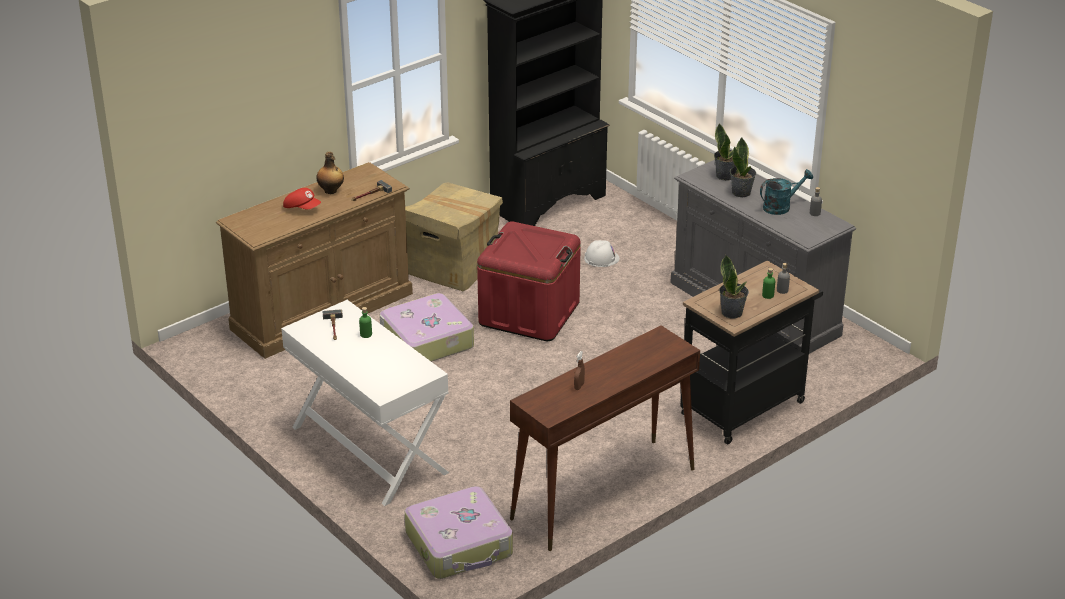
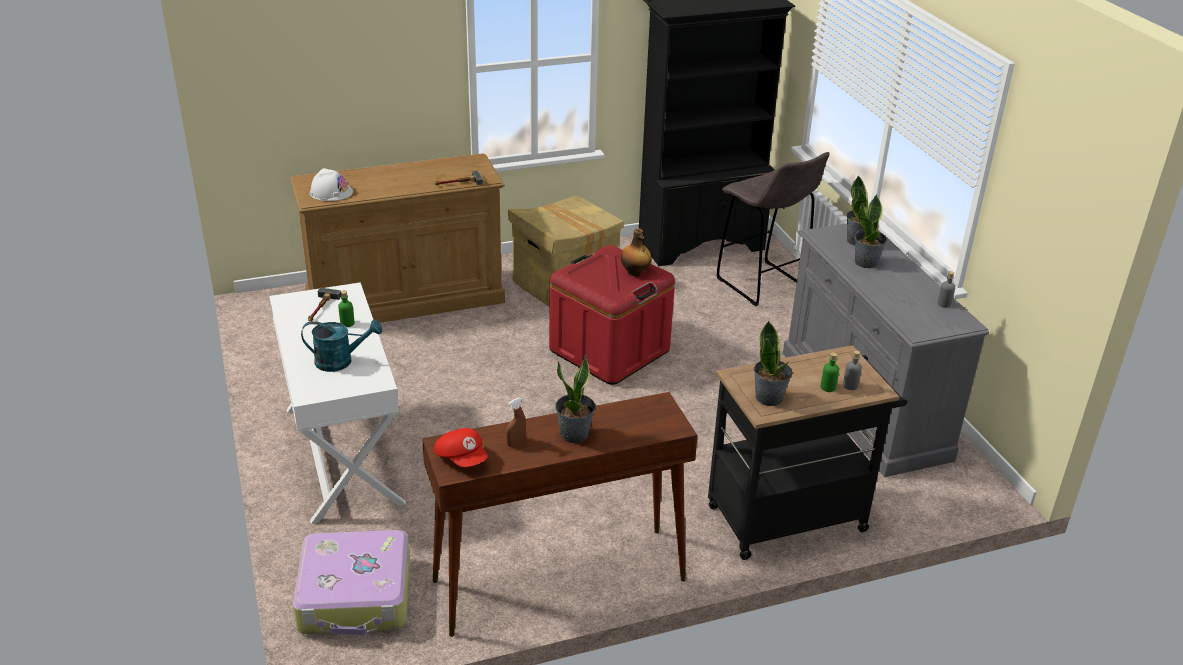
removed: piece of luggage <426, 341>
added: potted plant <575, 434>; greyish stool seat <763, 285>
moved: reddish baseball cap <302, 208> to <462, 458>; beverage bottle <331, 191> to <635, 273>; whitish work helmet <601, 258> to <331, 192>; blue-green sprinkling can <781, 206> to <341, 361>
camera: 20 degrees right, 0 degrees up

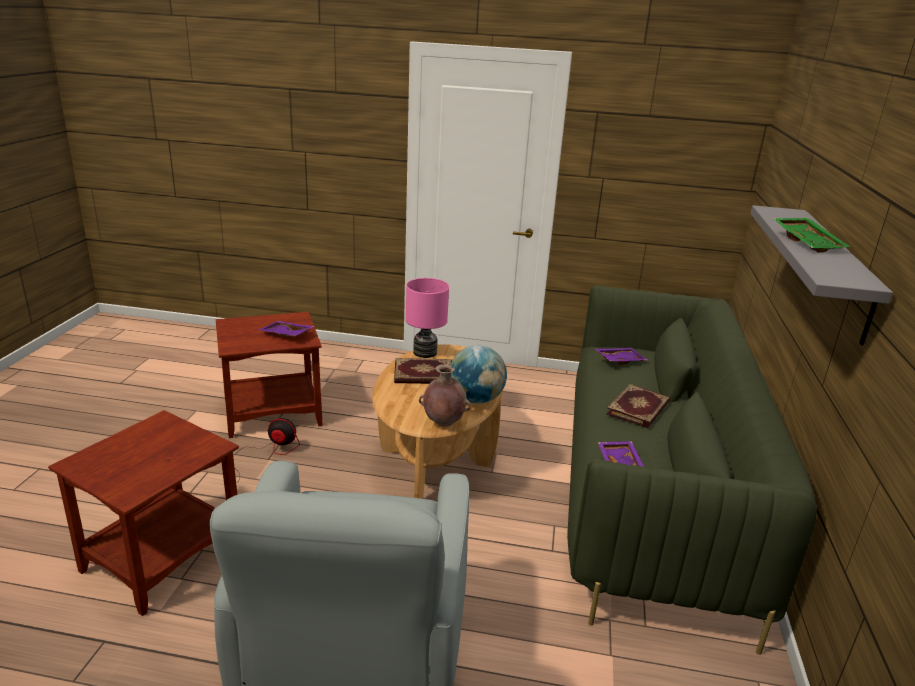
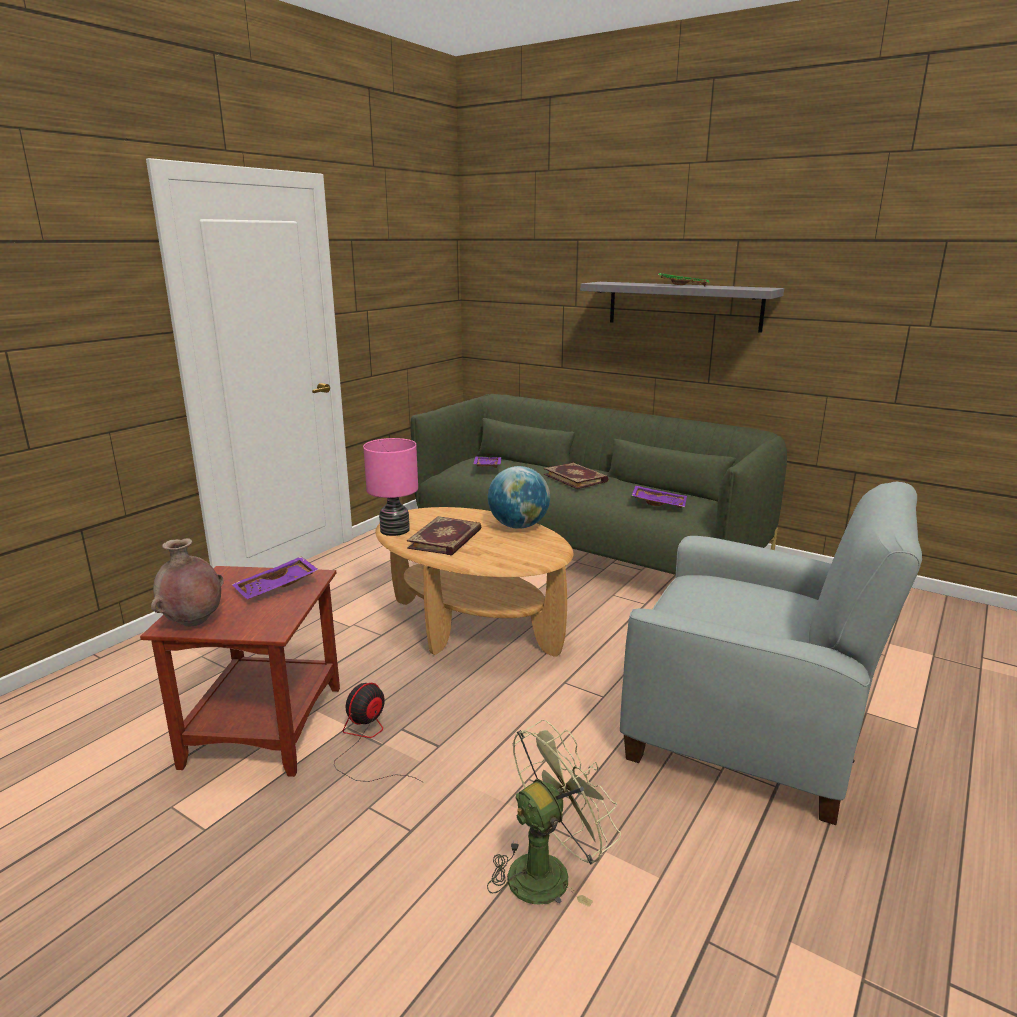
moved: brown-coloured vase <443, 422> to <193, 622>
replaced: brown-coloured end table <162, 556> to green-coloured electric fan <548, 870>
camera: 65 degrees left, 5 degrees down

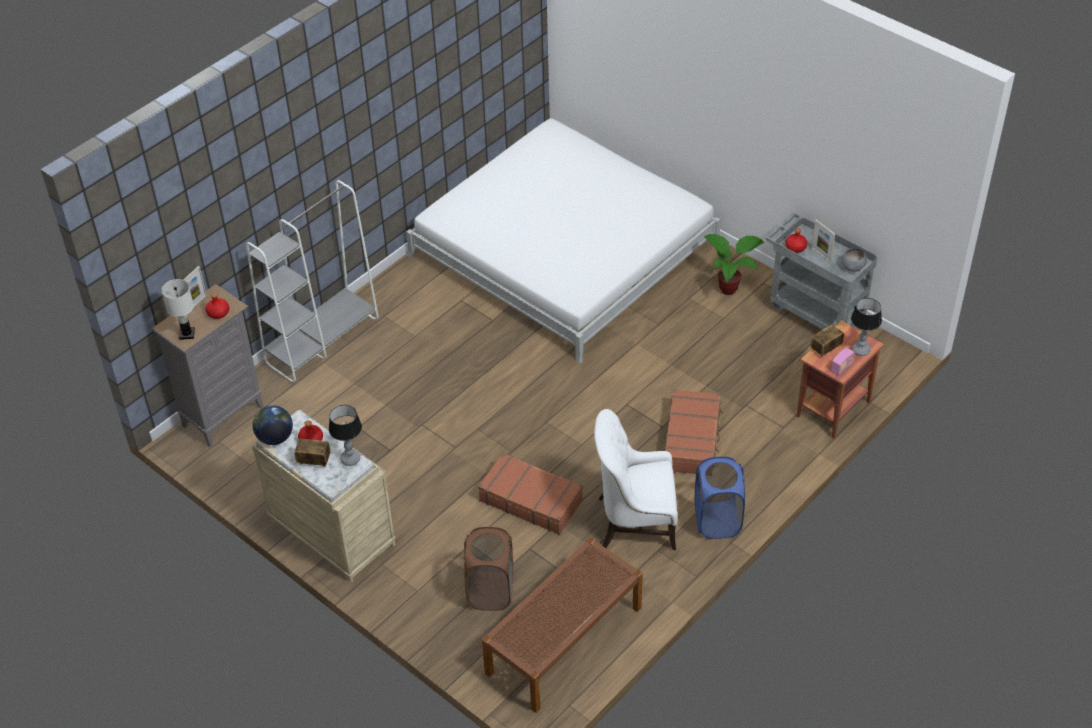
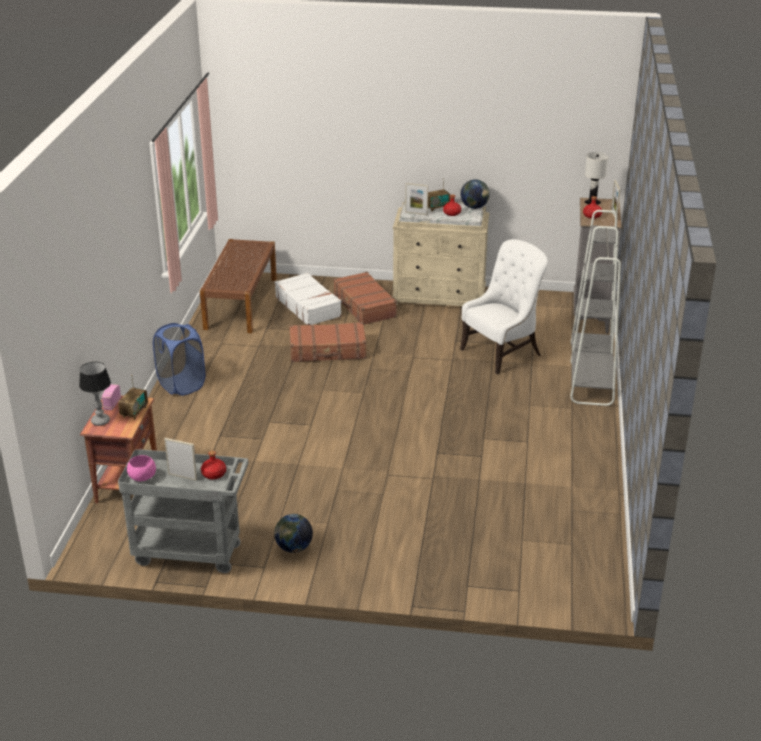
removed: whitish bed <564, 250>
moved: whitish chair <634, 522> to <502, 352>; brown-coloured piece of luggage <692, 439> to <364, 306>
replaced: table lamp <350, 459> to standing frame <416, 213>; brown-coloured hamper <491, 591> to whitish piece of luggage <308, 306>; potted plant <730, 288> to globe <294, 548>
recoloured: greyish serving bowl <852, 267> to pinkish serving bowl <143, 477>
camera: 145 degrees right, 15 degrees down

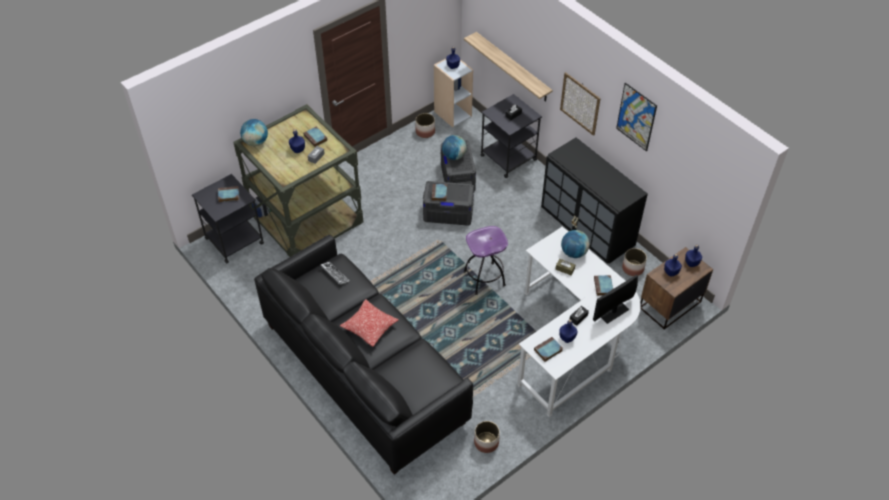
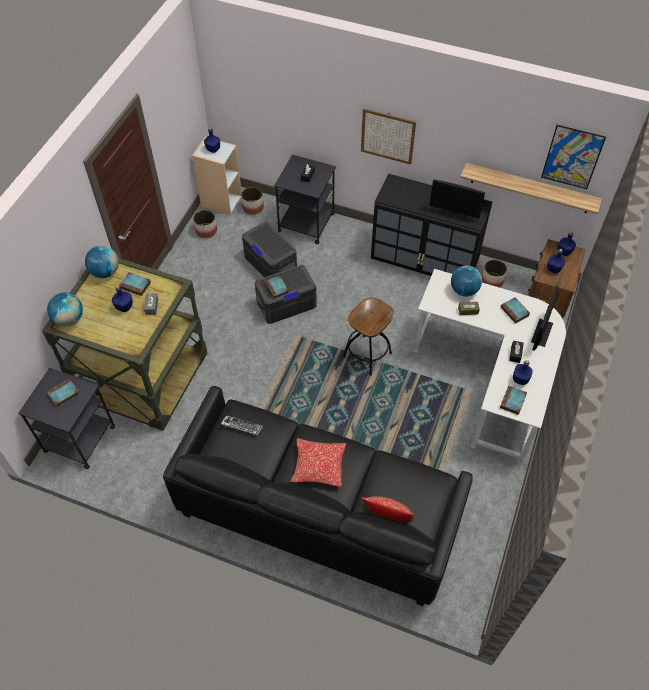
added: pillow <387, 517>; monitor <454, 213>
moved: globe <454, 156> to <105, 272>; wall shelf <513, 67> to <530, 188>; flower pot <486, 442> to <253, 207>; picture <636, 117> to <572, 157>
recoloured: purple stool seat <484, 278> to brown-coloured stool seat <367, 354>
camera: 30 degrees left, 5 degrees up

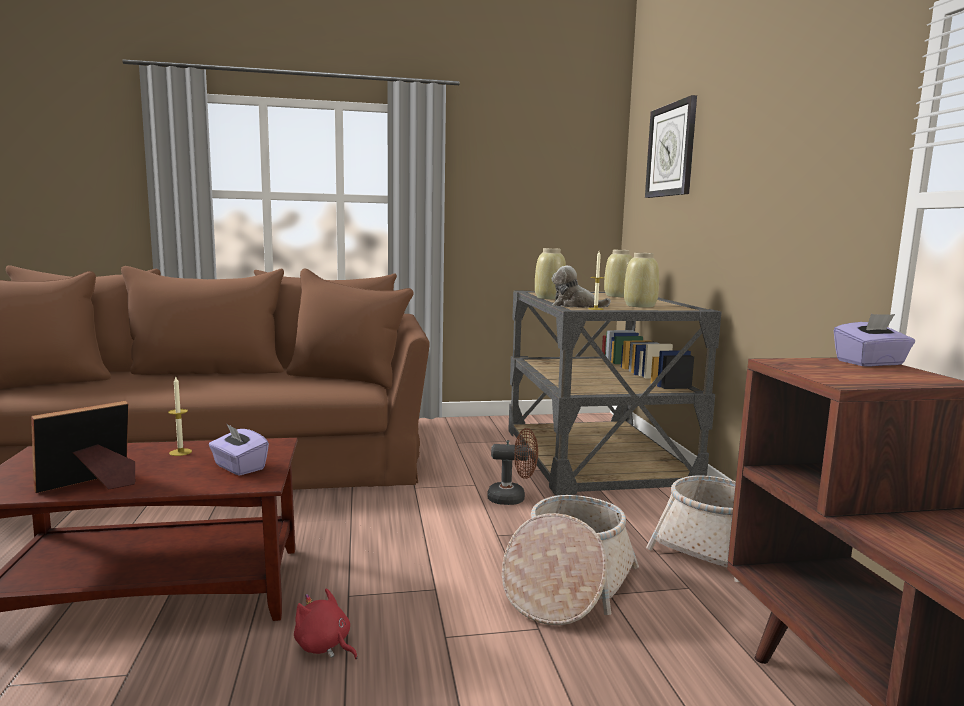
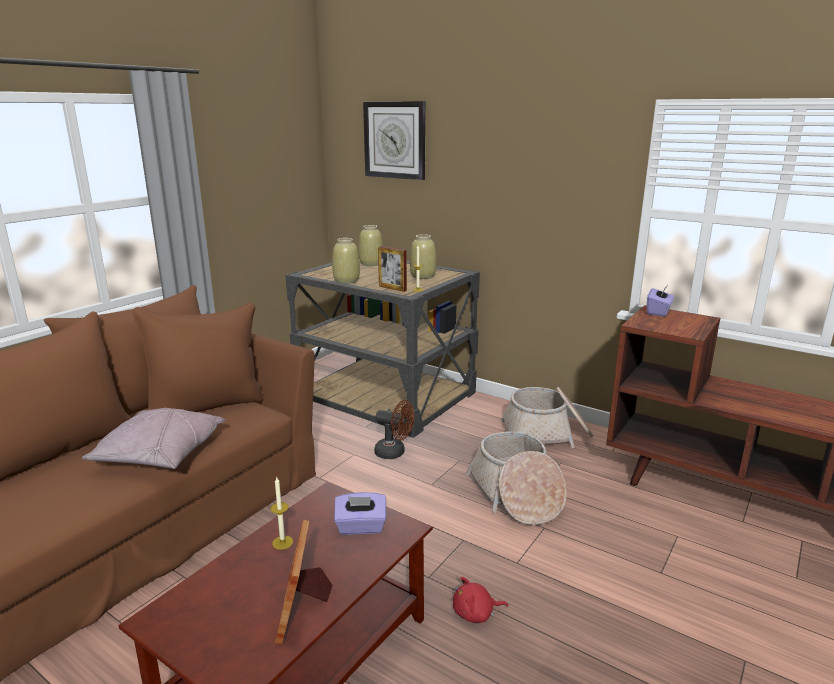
added: purple pillow <160, 455>
replaced: cuddly toy <575, 306> to standing frame <392, 288>
turned: brown-coloured electric fan <513, 498> = <394, 453> 60 degrees clockwise
camera: 45 degrees left, 10 degrees up

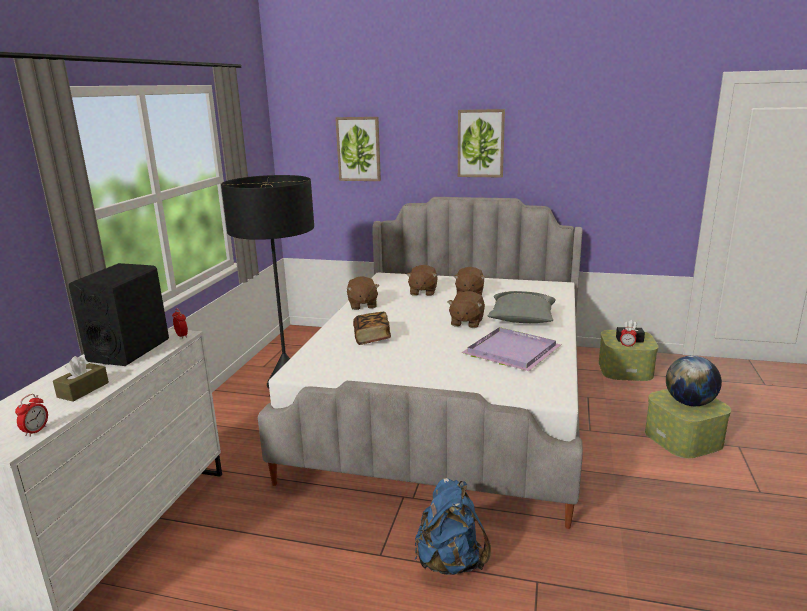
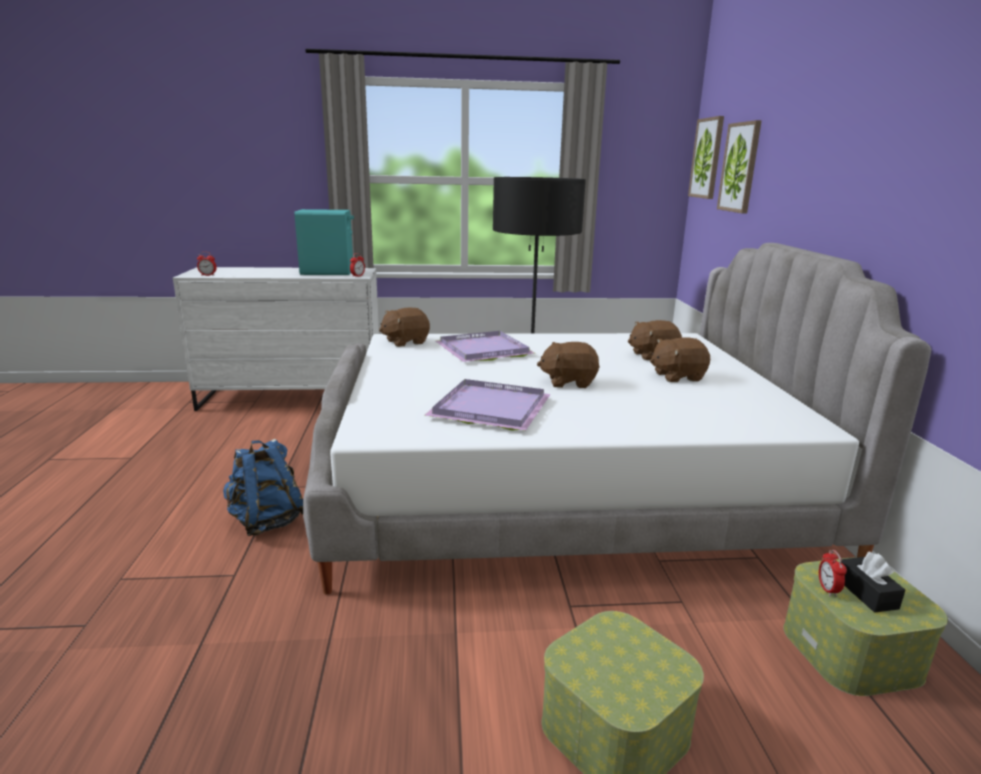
removed: brown-coloured tissue holder <83, 390>; greyish pillow <521, 320>; globe <689, 403>
moved: brown-coloured cuddly toy <362, 305> to <405, 342>; picture <480, 143> to <707, 158>
replaced: bound book <372, 337> to purple carrying tray <485, 350>
recoloured: black-coloured speaker <129, 350> to blue-green speaker <327, 272>
camera: 70 degrees right, 0 degrees up

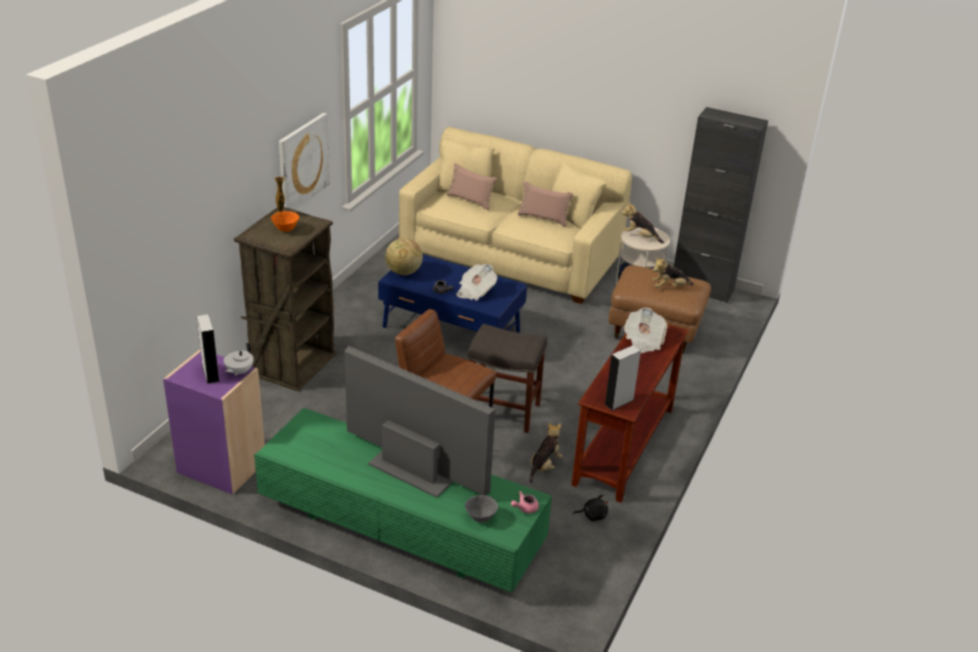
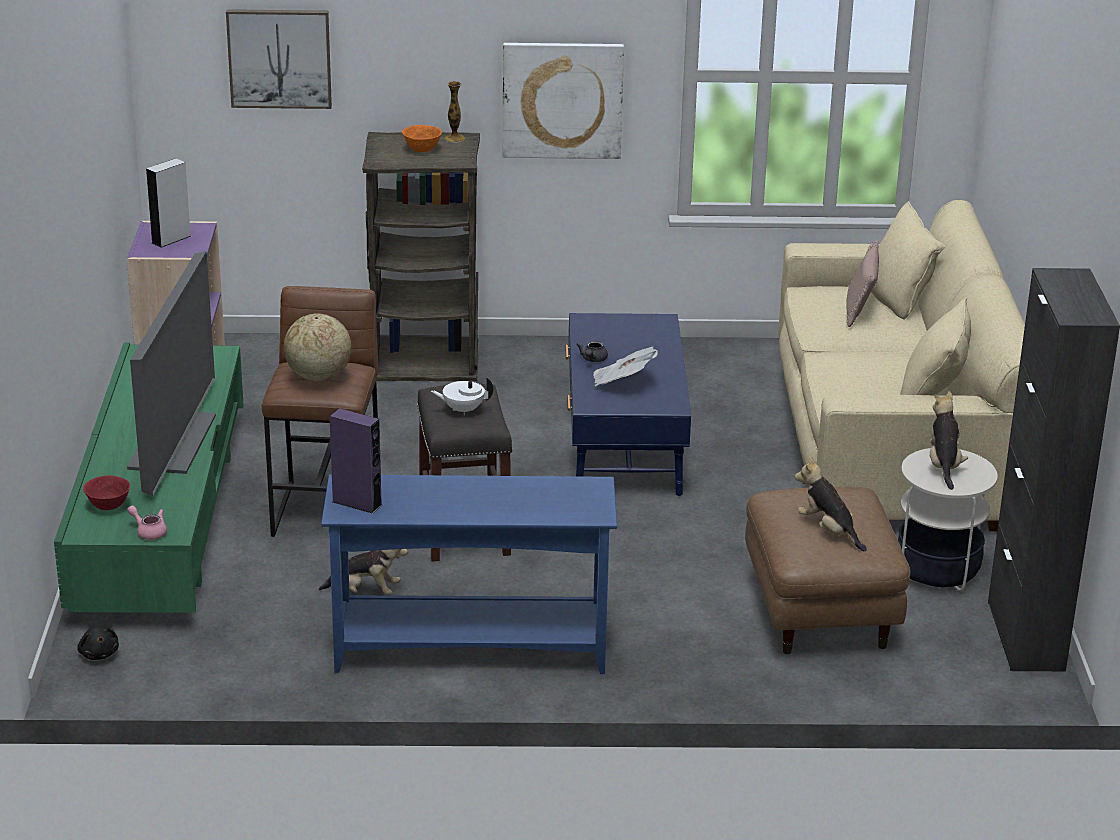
removed: beige-coloured pillow <543, 218>; printed paper <643, 341>
added: picture <279, 58>
moved: whitish tea pot <239, 372> to <463, 410>; globe <403, 272> to <318, 376>; black-coloured cuddly toy <592, 515> to <99, 653>
recoloured: greyish serving bowl <480, 517> to reddish serving bowl <108, 506>; brown-coloured console table <624, 447> to blue console table <469, 648>; greyish speaker <619, 402> to purple speaker <357, 503>
camera: 65 degrees right, 5 degrees down

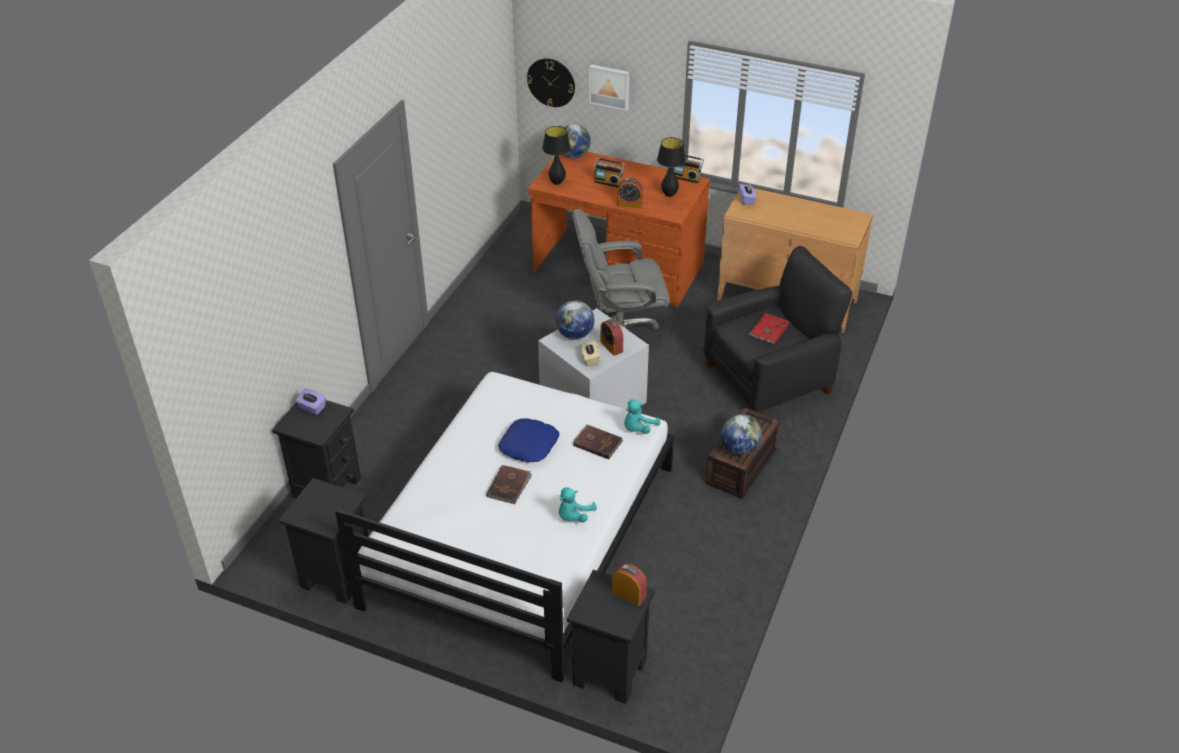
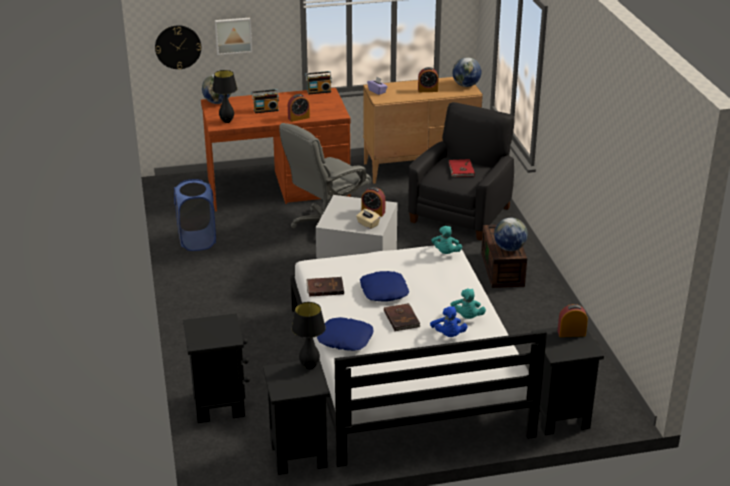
removed: purple tissue holder <312, 408>
added: blue hamper <197, 241>; blue pillow <345, 339>; table clock <427, 90>; blue cuddly toy <448, 335>
moved: globe <574, 335> to <466, 85>; brown-coloured bound book <598, 443> to <325, 288>; black-coloured table lamp <669, 194> to <309, 366>
camera: 35 degrees left, 10 degrees down

